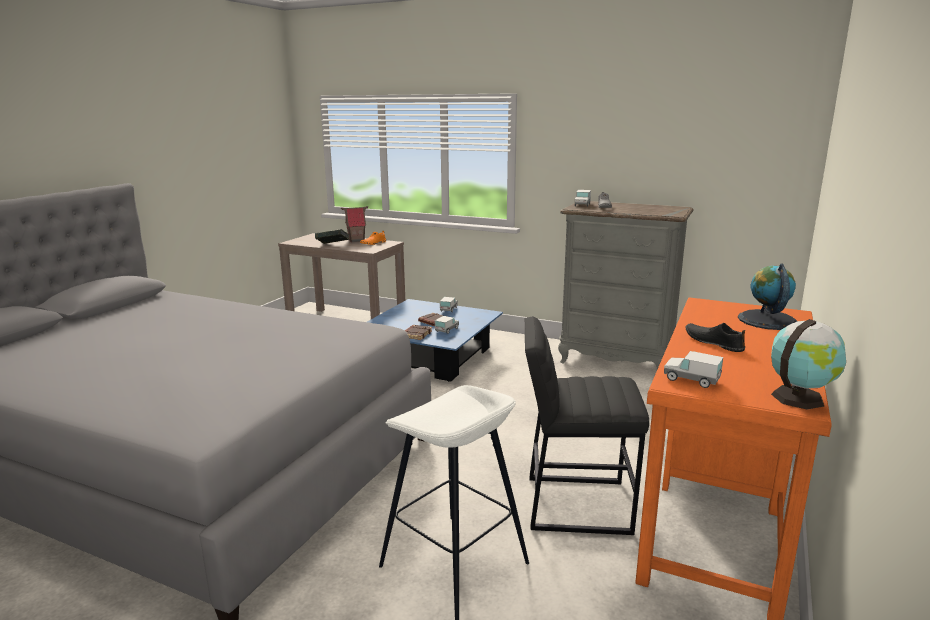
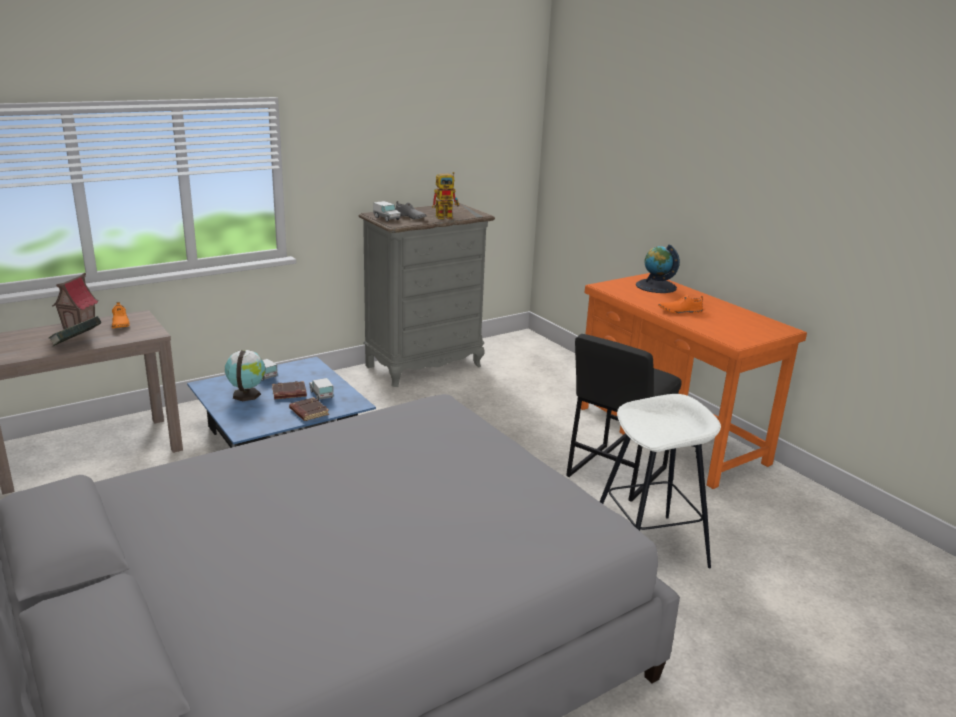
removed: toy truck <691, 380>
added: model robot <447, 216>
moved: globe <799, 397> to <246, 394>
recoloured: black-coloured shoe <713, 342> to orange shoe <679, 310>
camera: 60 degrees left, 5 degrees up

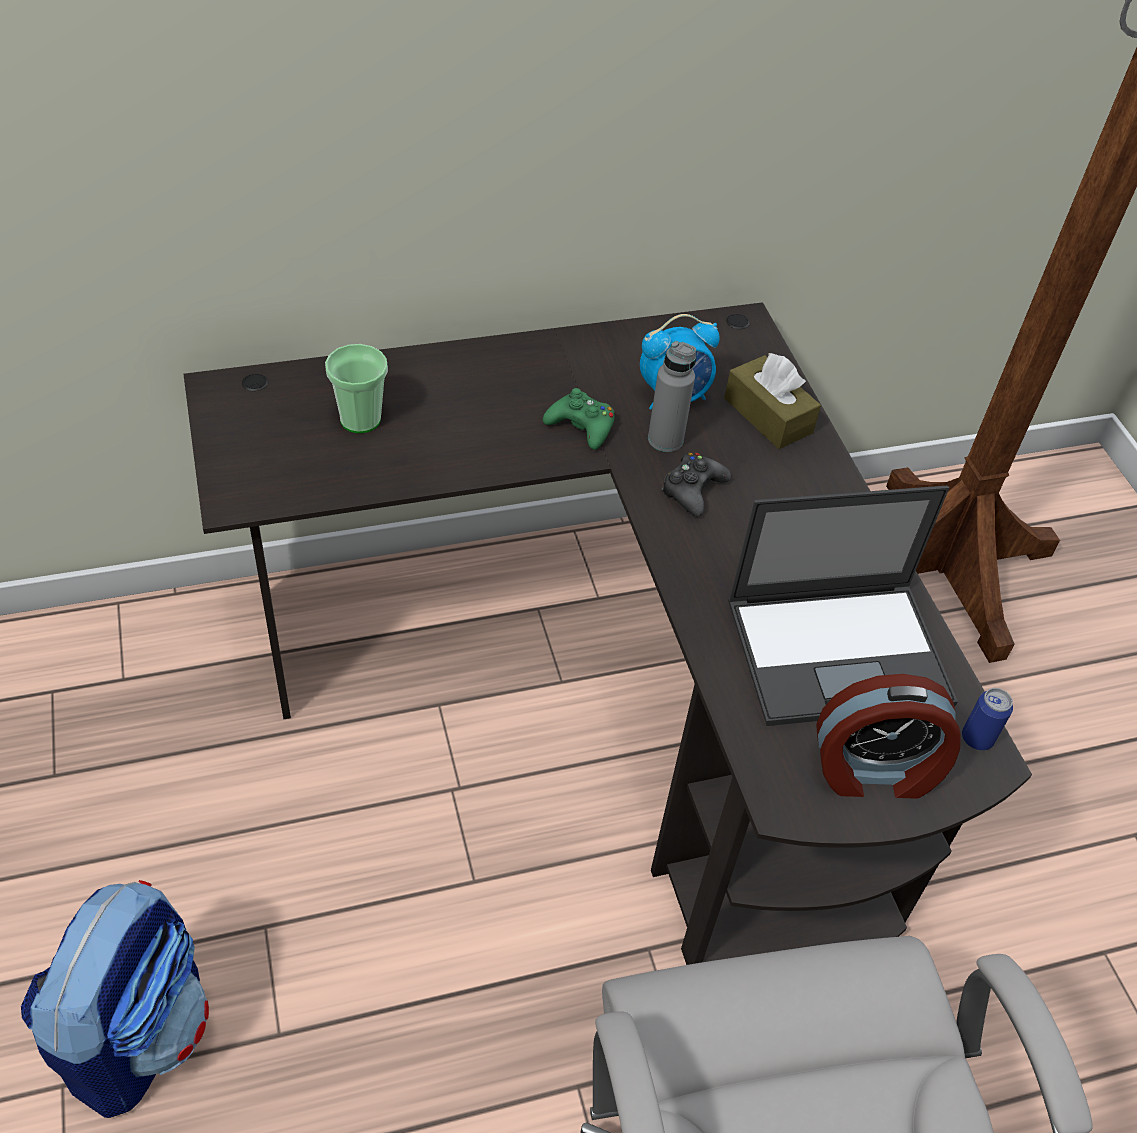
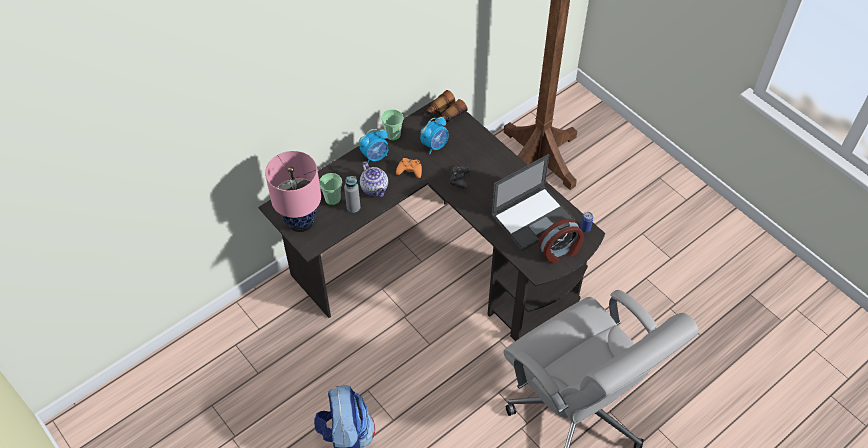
removed: brown-coloured tissue holder <768, 415>
added: pinkish table lamp <300, 222>; table clock <375, 156>; tea pot <375, 188>; small cup <393, 135>; binoculars <443, 114>
moved: greyish beverage bottle <665, 439> to <353, 207>
recoloured: green-coloured game controller <581, 426> to orange game controller <409, 170>
camera: 20 degrees left, 5 degrees up

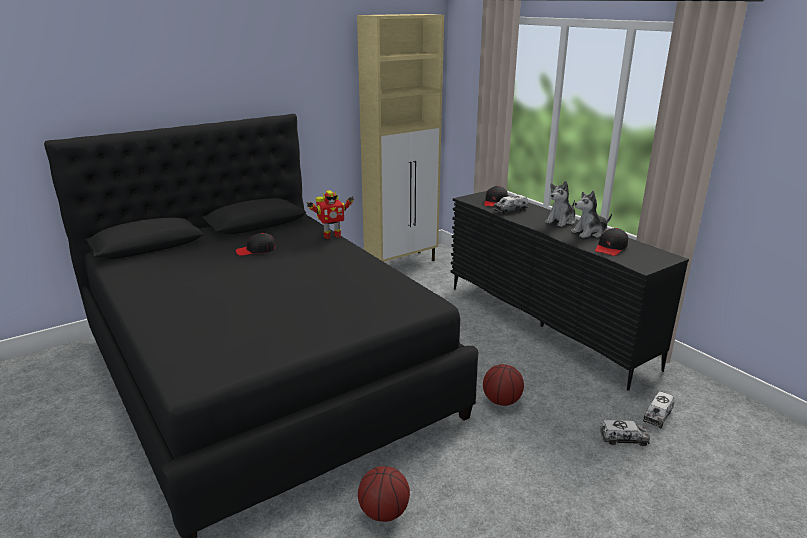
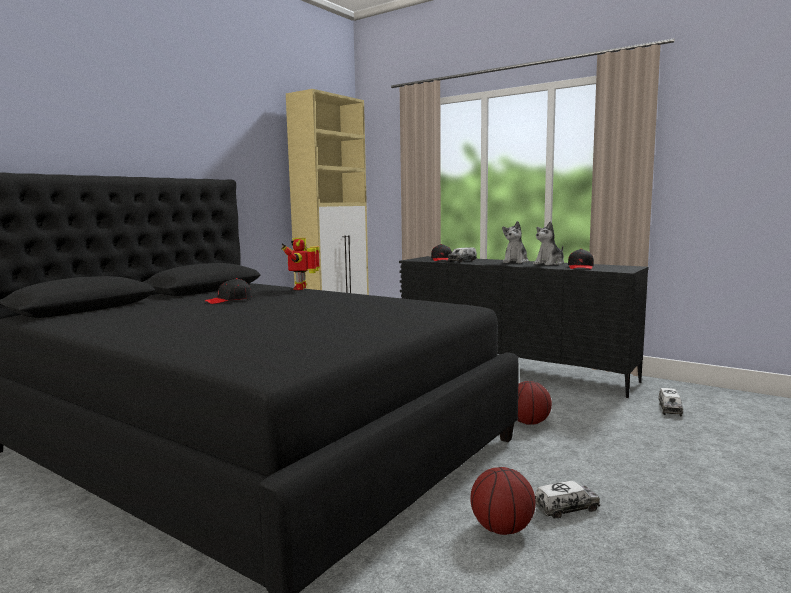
moved: toy truck <623, 439> to <566, 508>
turned: model robot <331, 236> = <302, 288> 135 degrees clockwise
camera: 20 degrees left, 15 degrees down

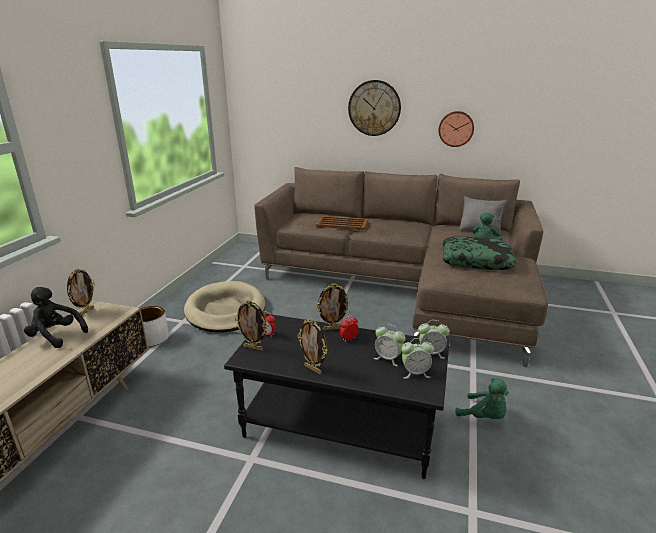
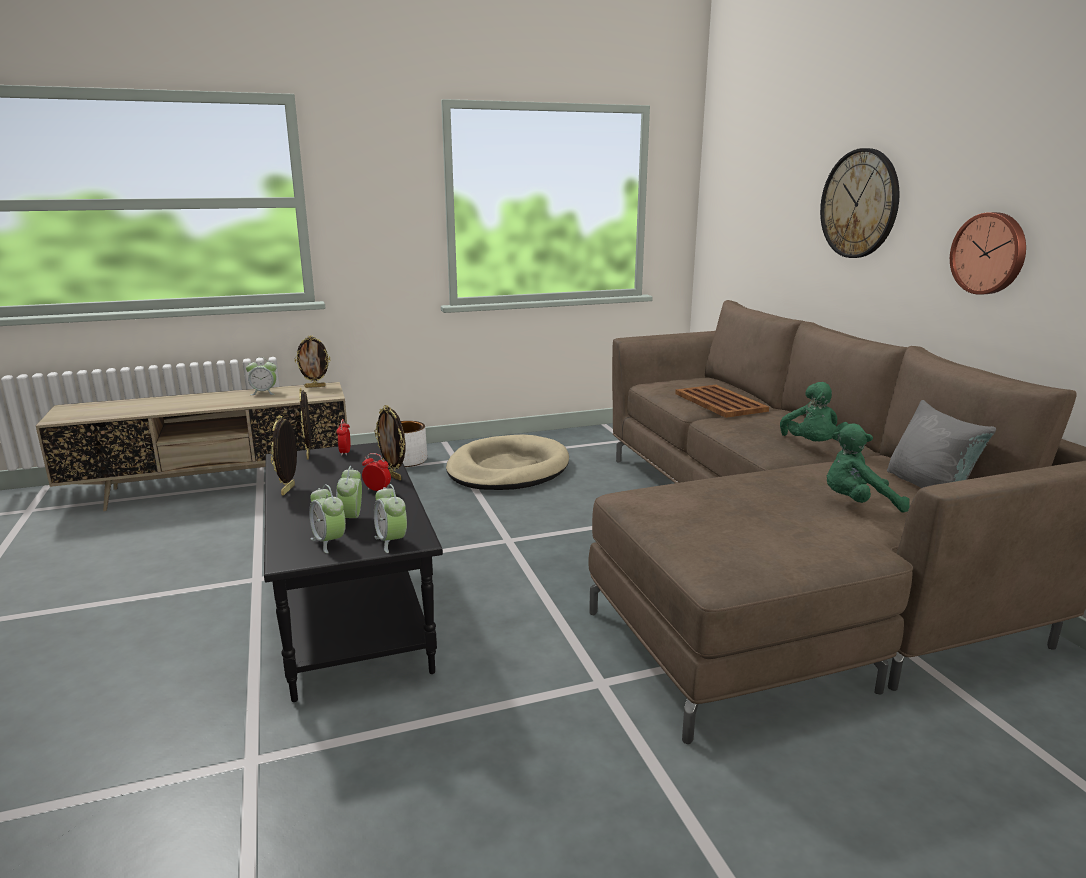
removed: pillow <476, 261>
moved: green-coloured cuddly toy <484, 416> to <812, 445>
replaced: black-coloured cuddly toy <56, 336> to table clock <264, 393>
camera: 55 degrees right, 5 degrees down

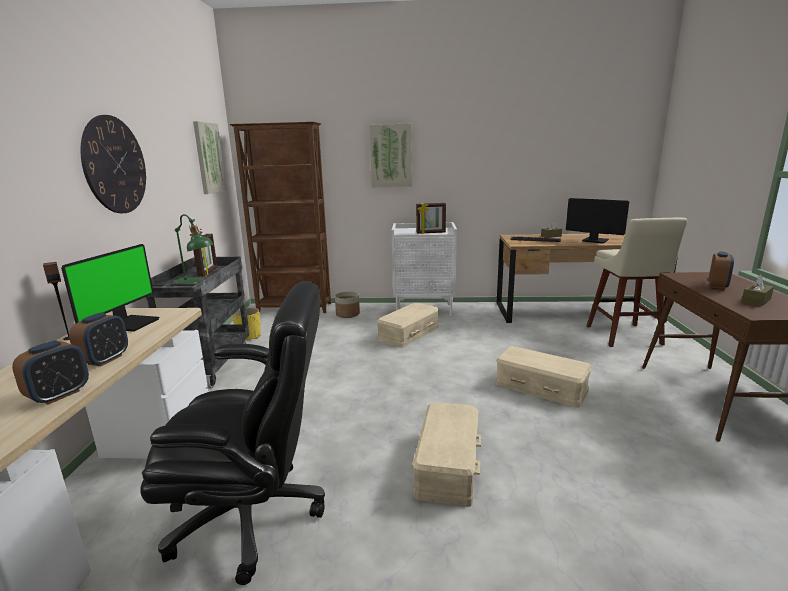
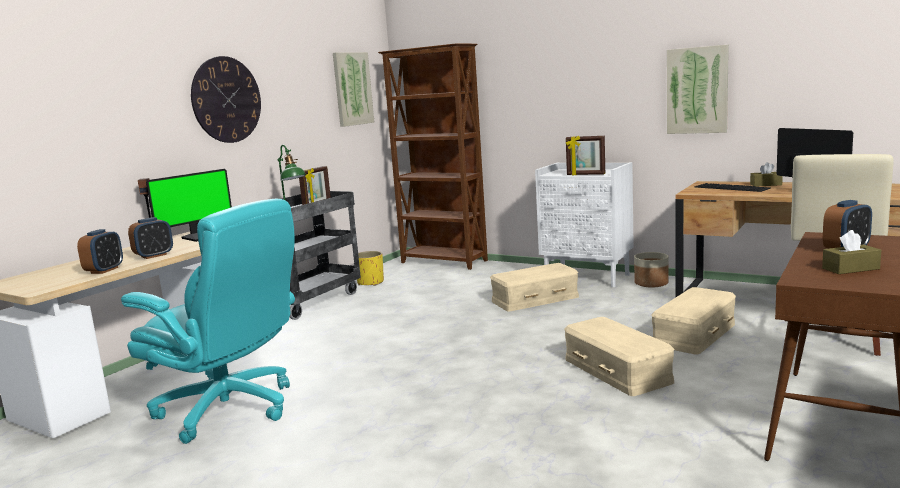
moved: flower pot <347, 314> to <651, 283>; picture <391, 156> to <697, 90>; beige-coloured storage bin <447, 463> to <693, 334>
recoloured: black-coloured office chair <256, 520> to blue-green office chair <230, 411>
turned: table clock <59, 395> = <104, 270> 45 degrees counterclockwise
camera: 30 degrees right, 5 degrees down

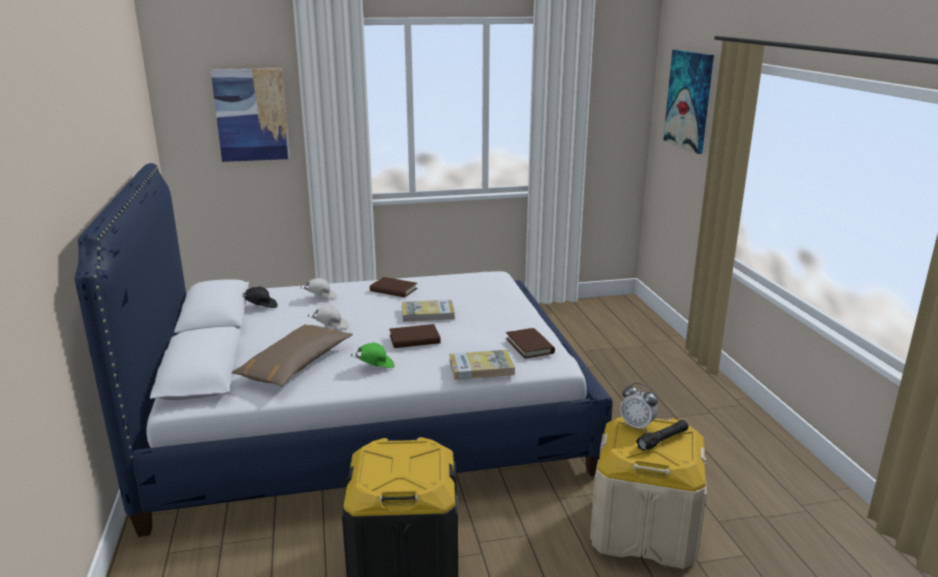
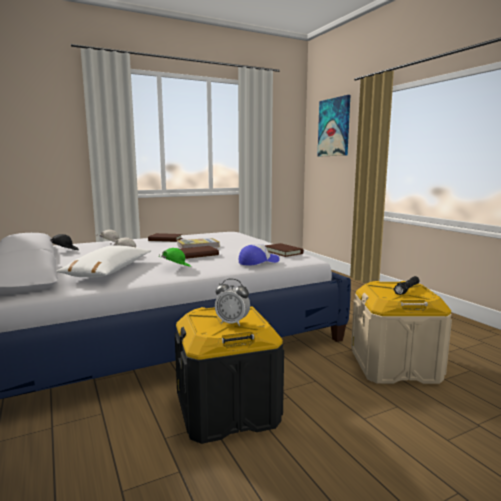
removed: picture <251, 115>
moved: table clock <637, 425> to <232, 322>
replaced: bound book <481, 368> to baseball cap <258, 262>
recoloured: brown-coloured pillow <295, 365> to whitish pillow <108, 271>
camera: 15 degrees left, 10 degrees down

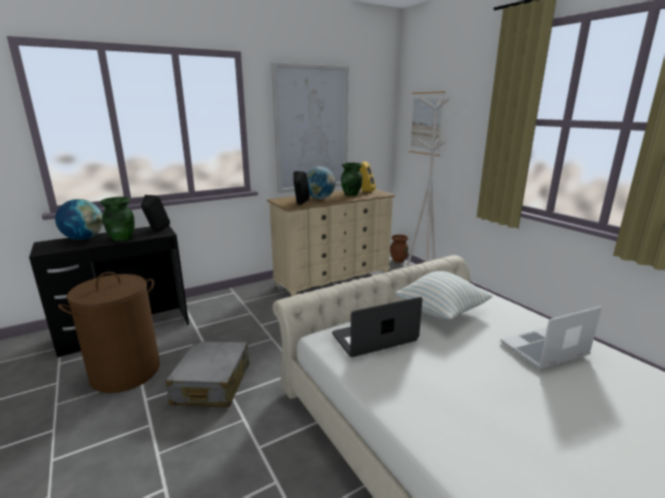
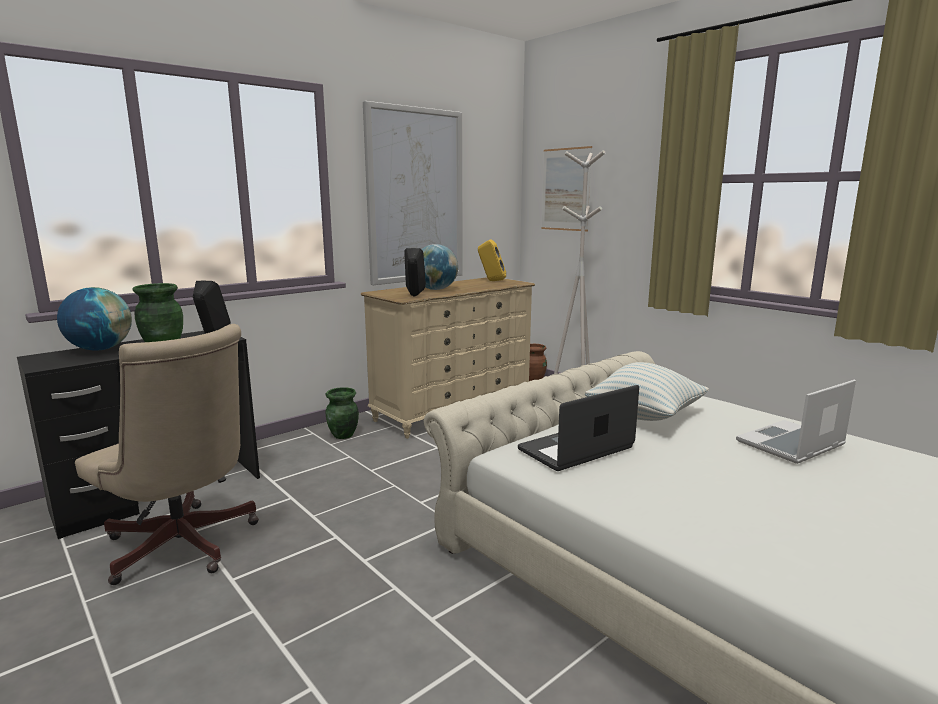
removed: greyish piece of luggage <212, 384>
moved: green-coloured vase <351, 194> to <343, 435>
replaced: brown-coloured hamper <125, 372> to beige-coloured office chair <184, 548>
camera: 10 degrees left, 5 degrees down

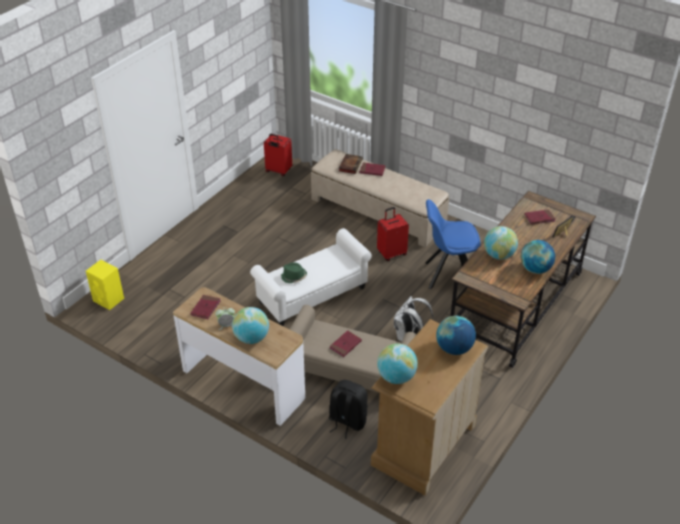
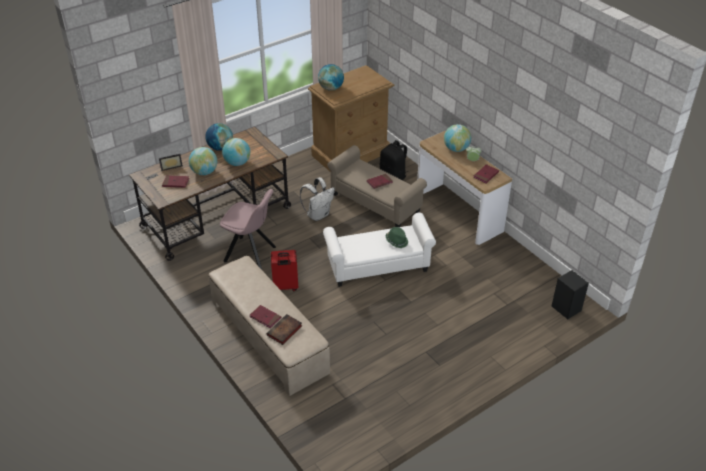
removed: reddish piece of luggage <278, 171>
moved: globe <396, 377> to <204, 172>
recoloured: yellow speaker <109, 300> to black-coloured speaker <565, 308>; blue chair <448, 275> to pinkish chair <250, 254>
camera: 160 degrees left, 0 degrees up

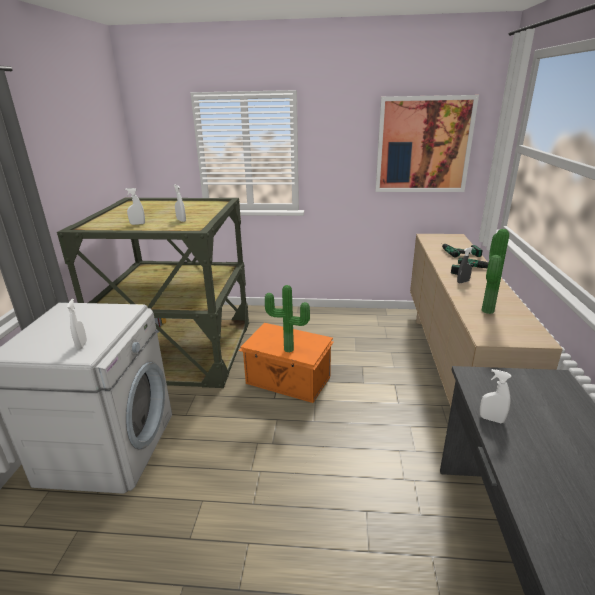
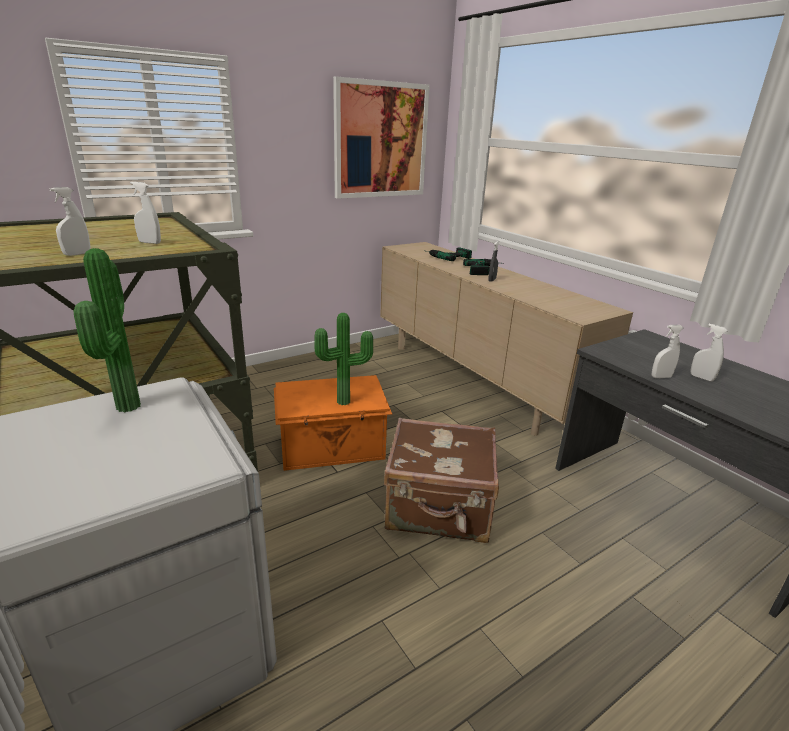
added: brown-coloured piece of luggage <439, 508>
moved: whitish hand sprayer <81, 345> to <701, 378>; potted plant <485, 310> to <123, 407>
camera: 40 degrees left, 0 degrees up

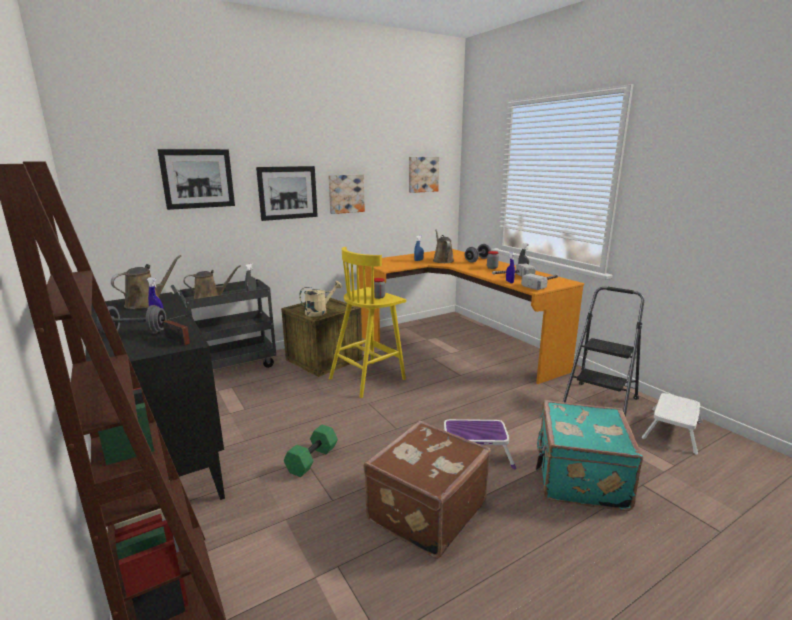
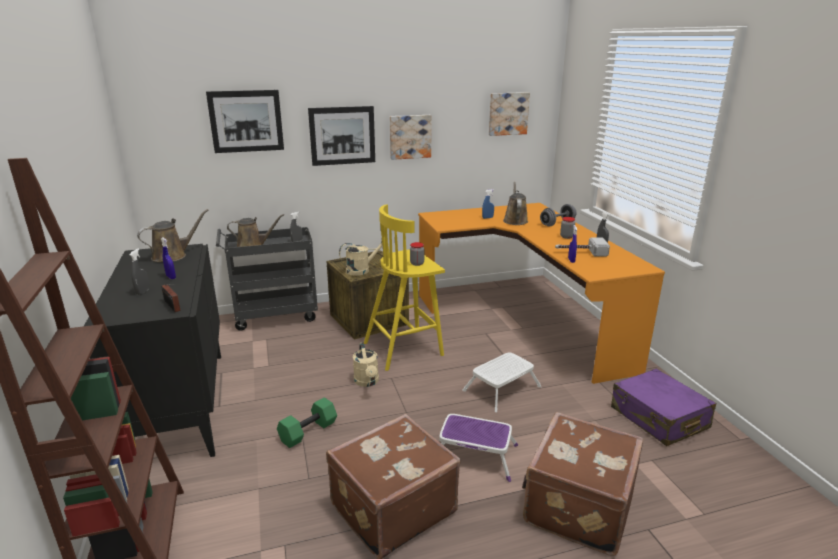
removed: tool hammer <543, 284>
added: beige-coloured sprinkling can <367, 382>
moved: whitish stepladder <673, 430> to <502, 389>
replaced: greyish free weight <135, 333> to greyish hand sprayer <142, 292>; black-coloured stepladder <601, 401> to purple piece of luggage <659, 418>
recoloured: blue-green piece of luggage <578, 478> to brown-coloured piece of luggage <576, 506>
camera: 15 degrees right, 5 degrees up

